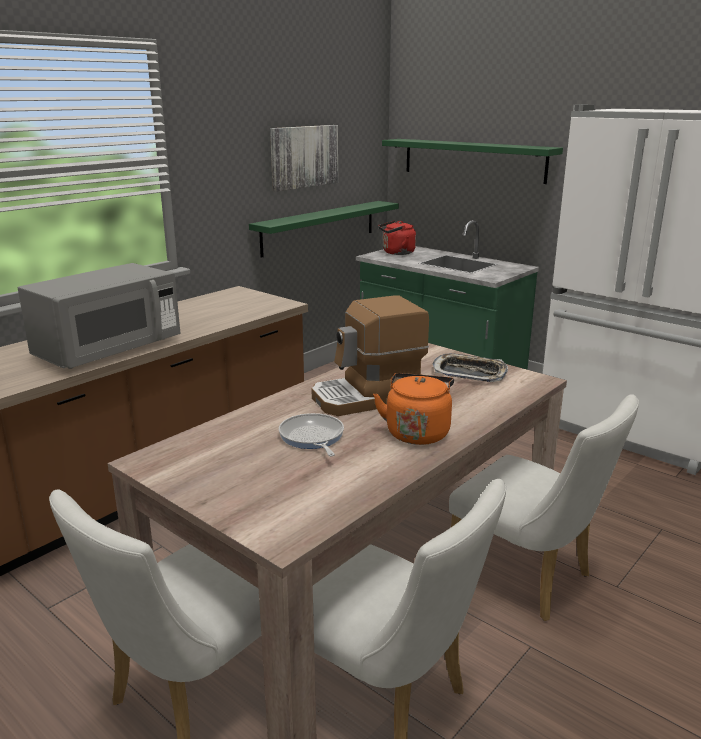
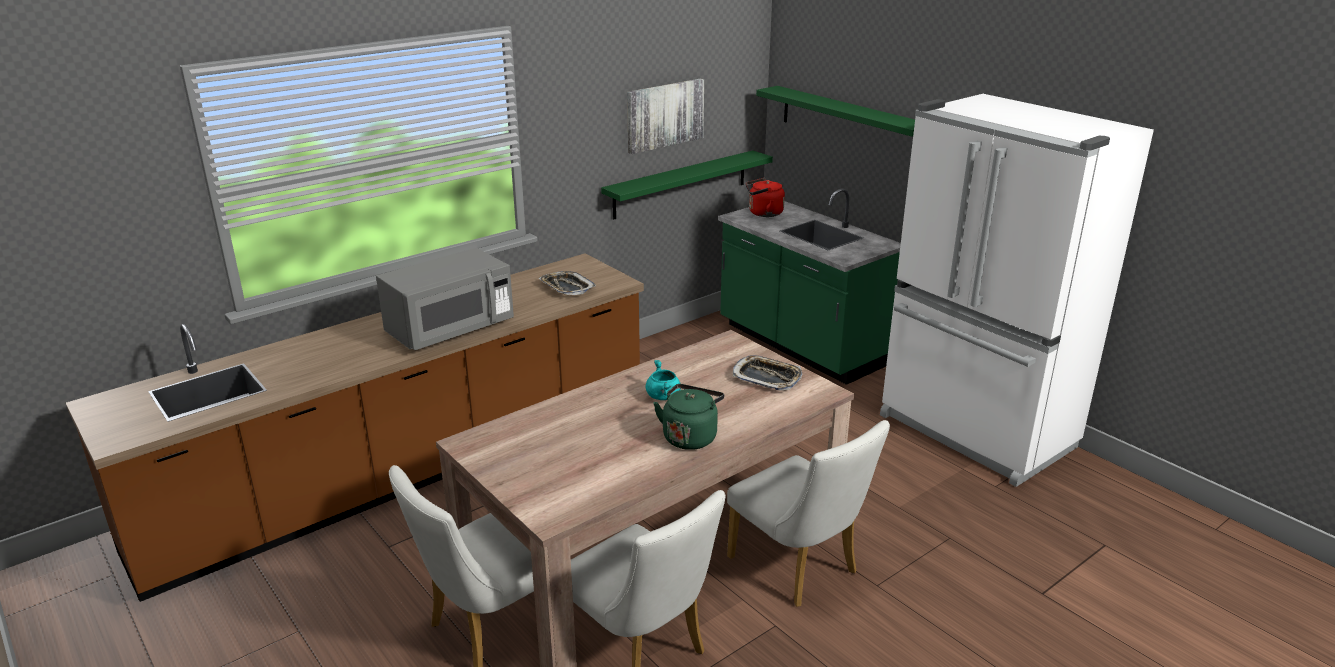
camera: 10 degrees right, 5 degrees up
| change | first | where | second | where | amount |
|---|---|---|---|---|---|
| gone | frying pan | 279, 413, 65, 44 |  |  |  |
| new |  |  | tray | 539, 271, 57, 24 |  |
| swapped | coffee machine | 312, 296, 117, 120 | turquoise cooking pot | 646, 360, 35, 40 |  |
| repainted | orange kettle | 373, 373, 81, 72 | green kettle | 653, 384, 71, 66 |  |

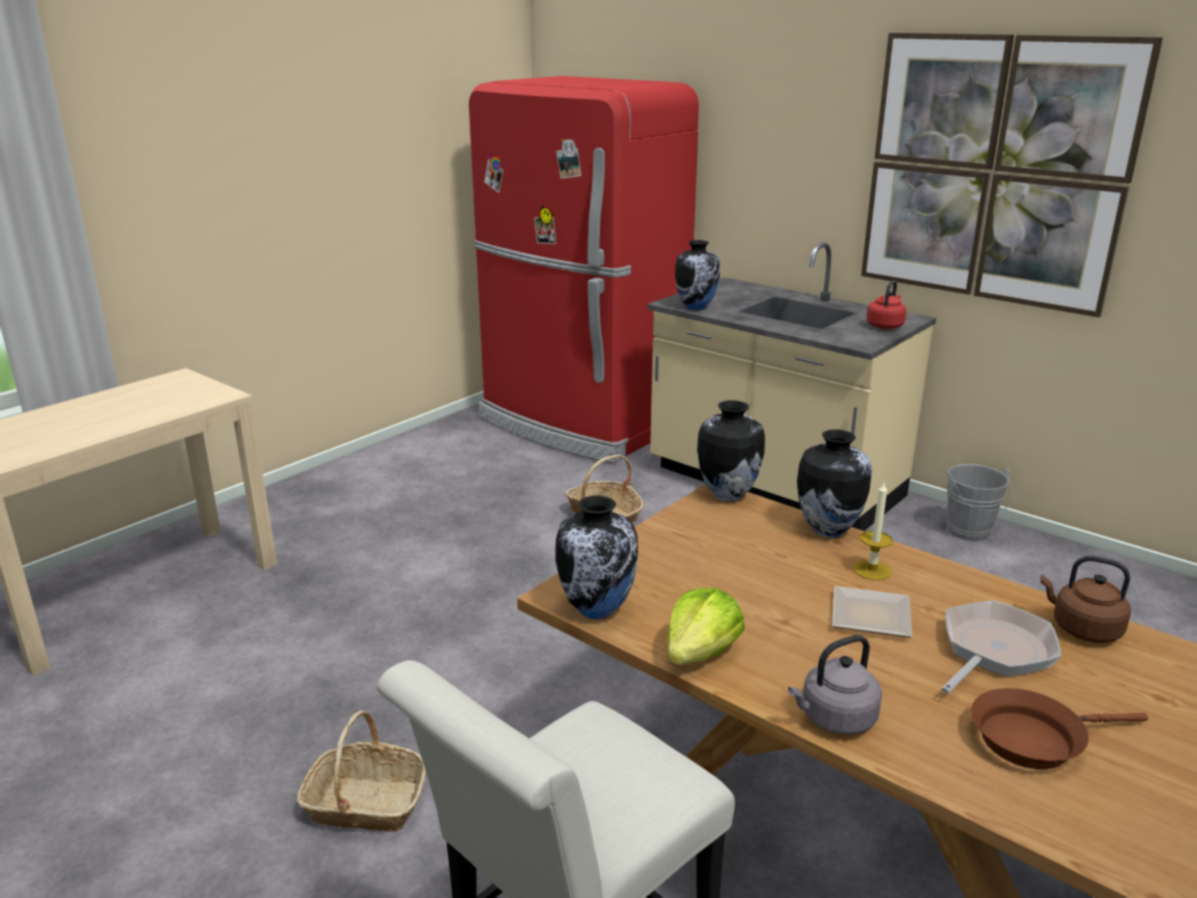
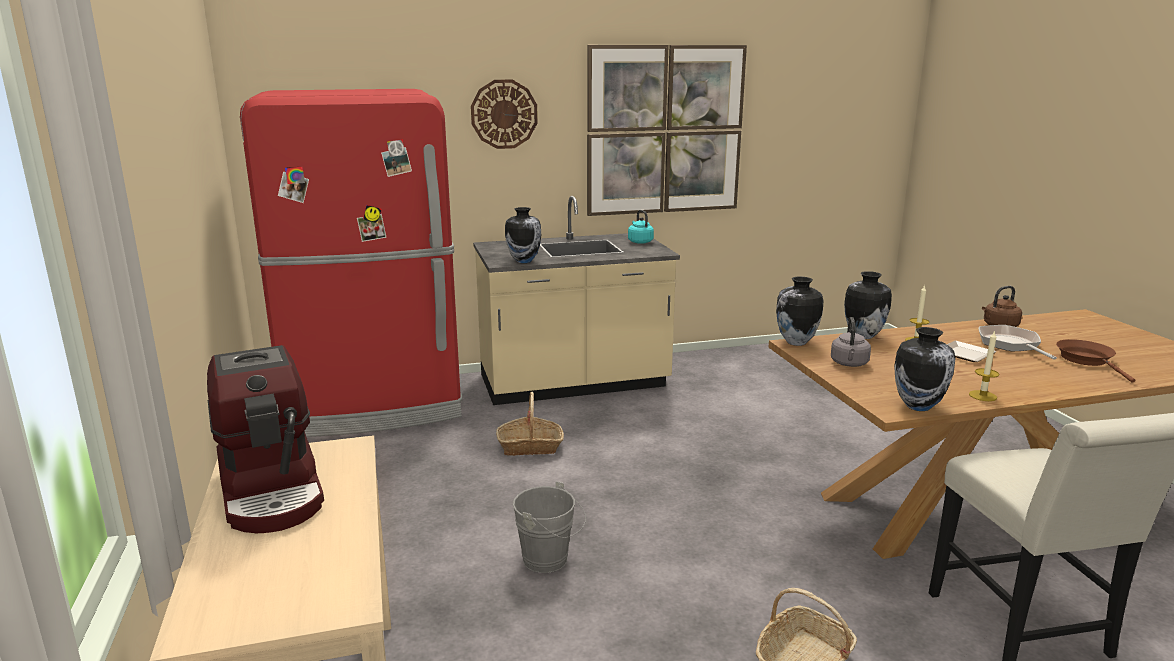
camera: 55 degrees left, 5 degrees down
| change | first | where | second | where | amount |
|---|---|---|---|---|---|
| new |  |  | coffee machine | 207, 345, 117, 188 |  |
| new |  |  | wall clock | 471, 80, 67, 69 |  |
| shifted | grey kettle | 788, 635, 94, 100 |  | 831, 317, 40, 50 |  |
| shifted | grey bucket | 947, 464, 67, 78 |  | 513, 481, 73, 92 |  |
| swapped | lettuce | 666, 588, 79, 77 | candle | 969, 330, 30, 71 |  |
| repainted | red kettle | 866, 280, 41, 49 | turquoise kettle | 628, 210, 26, 34 |  |
| rotated | brown frying pan | 971, 688, 177, 81 |  | 1056, 339, 79, 44 | 150 degrees clockwise |

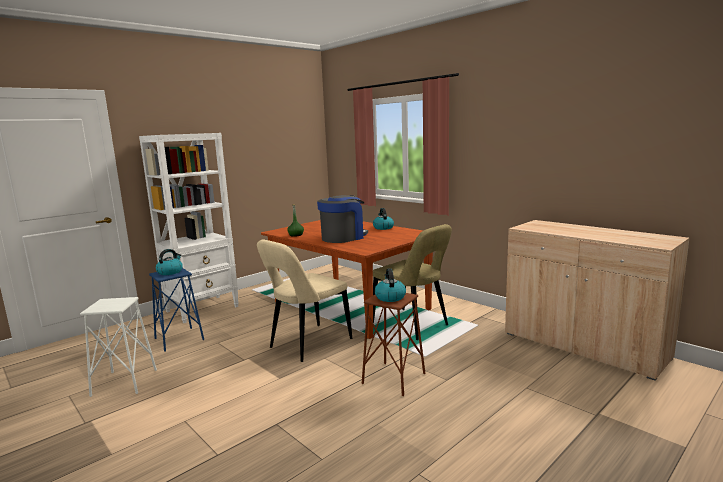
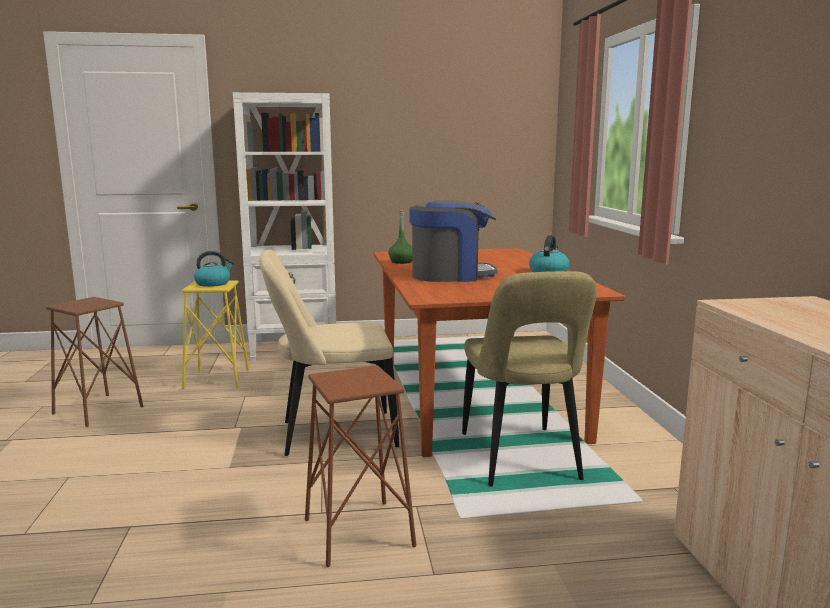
camera: 35 degrees right, 0 degrees up
| change | first | where | second | where | amount |
|---|---|---|---|---|---|
| gone | kettle | 375, 268, 31, 34 |  |  |  |
| repainted | white stool | 80, 297, 77, 100 | brown stool | 46, 297, 97, 130 |  |
| repainted | blue stool | 149, 268, 55, 84 | yellow stool | 182, 281, 67, 108 |  |

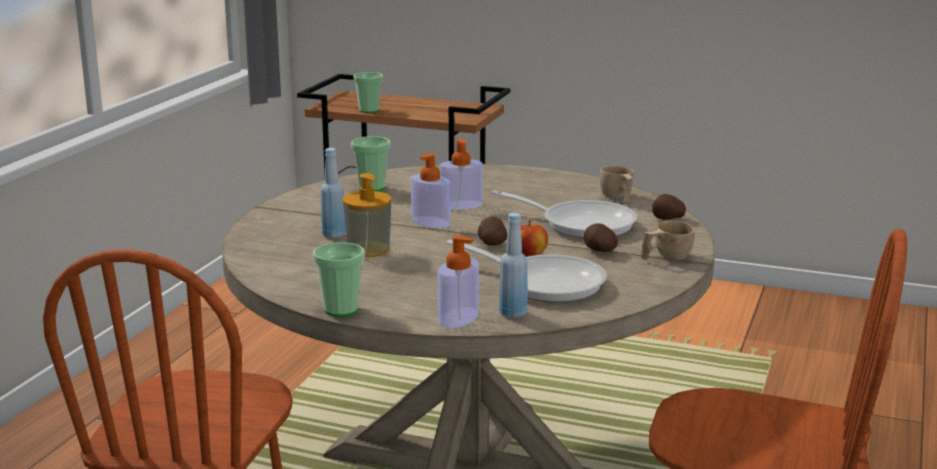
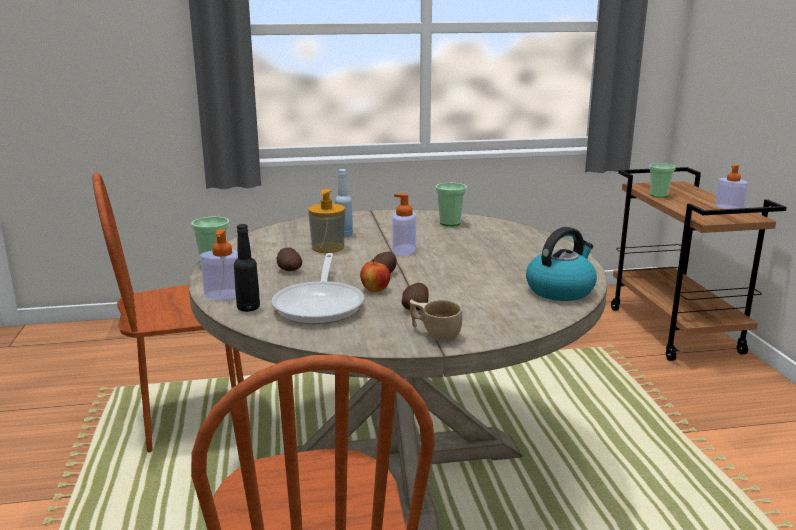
camera: 60 degrees right, 0 degrees up
| change | first | where | second | where | amount |
|---|---|---|---|---|---|
| gone | frying pan | 490, 190, 147, 49 |  |  |  |
| shifted | soap dispenser | 439, 139, 44, 71 |  | 715, 164, 33, 45 |  |
| shifted | potato | 652, 194, 34, 26 |  | 277, 247, 25, 24 |  |
| swapped | beige cup | 600, 166, 34, 37 | kettle | 526, 227, 71, 74 |  |
| repainted | blue bottle | 499, 213, 29, 105 | black bottle | 234, 224, 26, 88 |  |

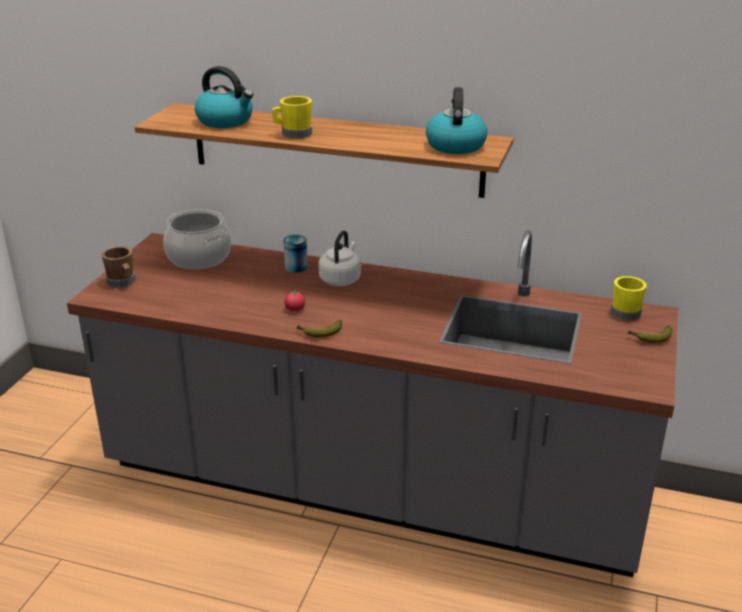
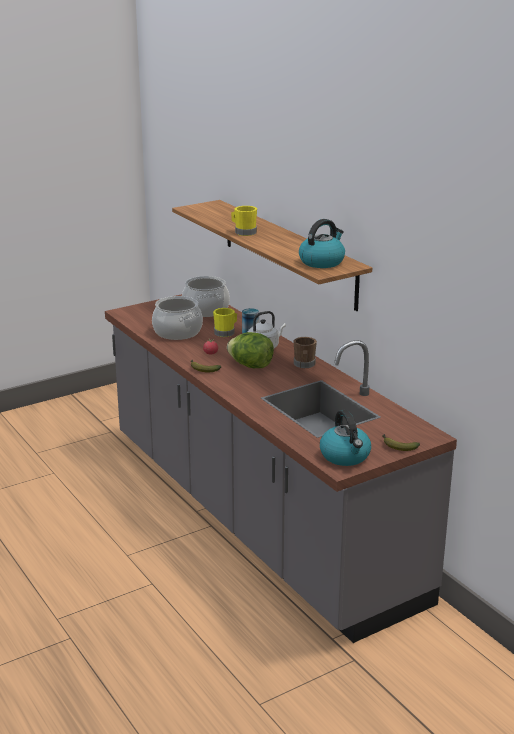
camera: 40 degrees right, 5 degrees down
| change | first | where | second | where | amount |
|---|---|---|---|---|---|
| new |  |  | cooking pot | 152, 296, 51, 44 |  |
| new |  |  | lettuce | 227, 332, 47, 36 |  |
| shifted | brown mug | 101, 246, 34, 42 |  | 294, 337, 23, 31 |  |
| shifted | kettle | 195, 66, 58, 62 |  | 320, 410, 51, 56 |  |
| shifted | yellow mug | 611, 276, 36, 45 |  | 213, 308, 24, 29 |  |

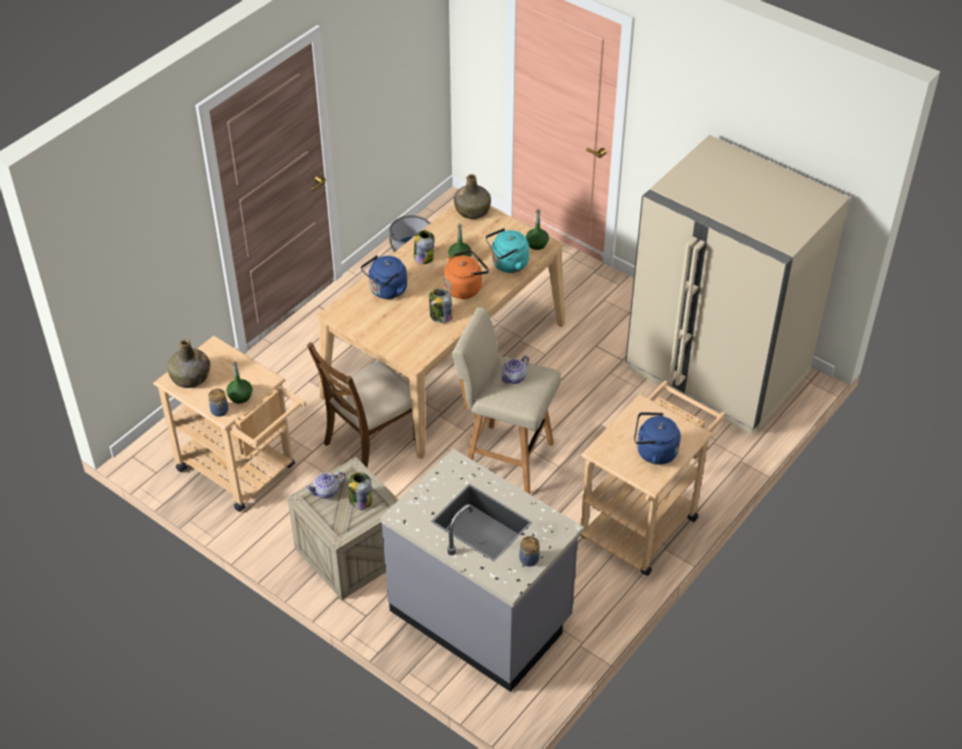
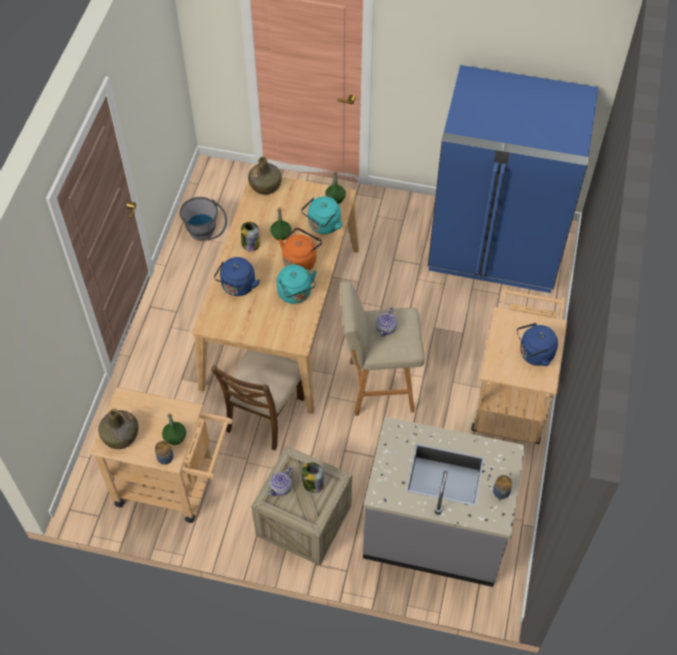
camera: 25 degrees left, 10 degrees up
| change | first | where | second | where | amount |
|---|---|---|---|---|---|
| swapped | jar | 429, 289, 23, 34 | turquoise kettle | 277, 265, 40, 39 |  |
| repainted | beige fridge | 626, 135, 224, 300 | blue fridge | 428, 65, 171, 228 |  |

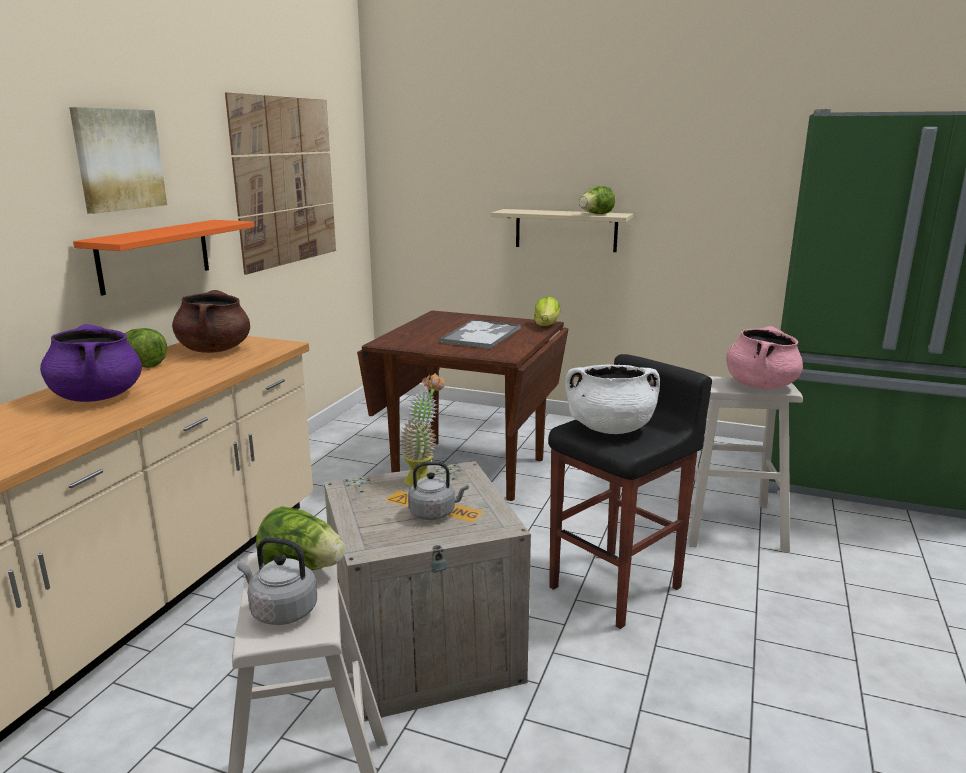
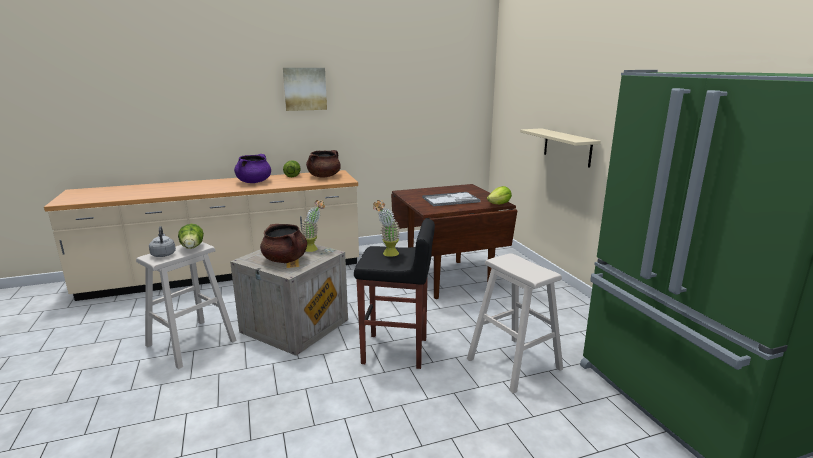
camera: 50 degrees right, 0 degrees up
| change | first | where | second | where | amount |
|---|---|---|---|---|---|
| gone | orange shelf | 73, 220, 181, 76 |  |  |  |
| gone | picture | 225, 92, 111, 183 |  |  |  |
| gone | lettuce | 579, 186, 36, 28 |  |  |  |
| gone | pink cooking pot | 726, 326, 77, 63 |  |  |  |
| swapped | grey kettle | 408, 461, 61, 59 | brown cooking pot | 260, 224, 47, 39 |  |
| swapped | white cooking pot | 565, 364, 95, 70 | potted plant | 373, 200, 27, 57 |  |

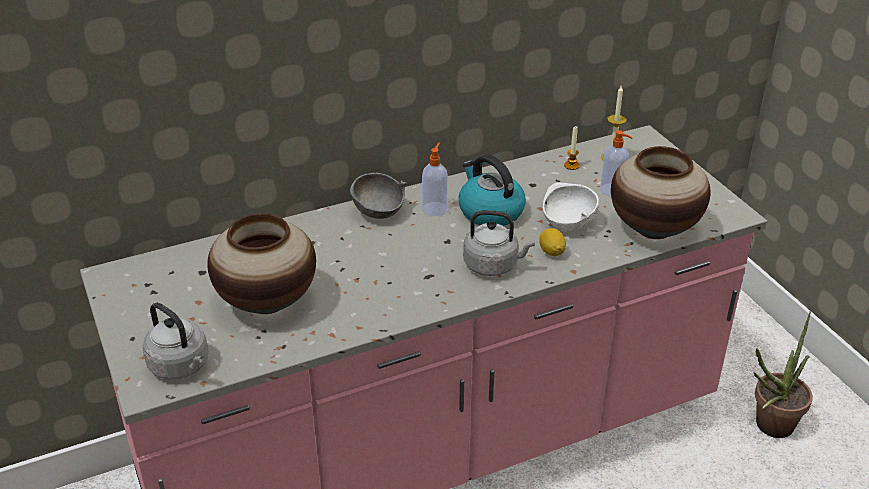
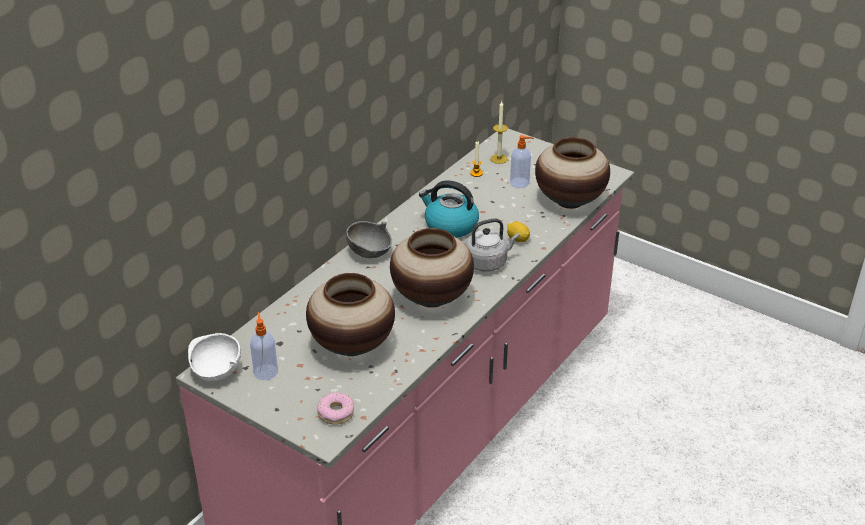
camera: 30 degrees left, 0 degrees up
| change | first | where | second | where | amount |
|---|---|---|---|---|---|
| gone | potted plant | 753, 311, 60, 127 |  |  |  |
| new |  |  | vase | 390, 228, 84, 80 |  |
| shifted | soap dispenser | 422, 143, 26, 73 |  | 250, 312, 28, 68 |  |
| shifted | white bowl | 543, 183, 56, 48 |  | 188, 333, 53, 48 |  |
| swapped | grey kettle | 143, 303, 65, 76 | donut | 317, 392, 37, 33 |  |

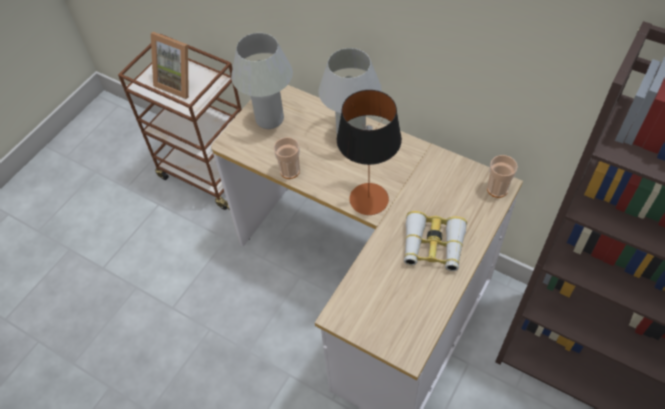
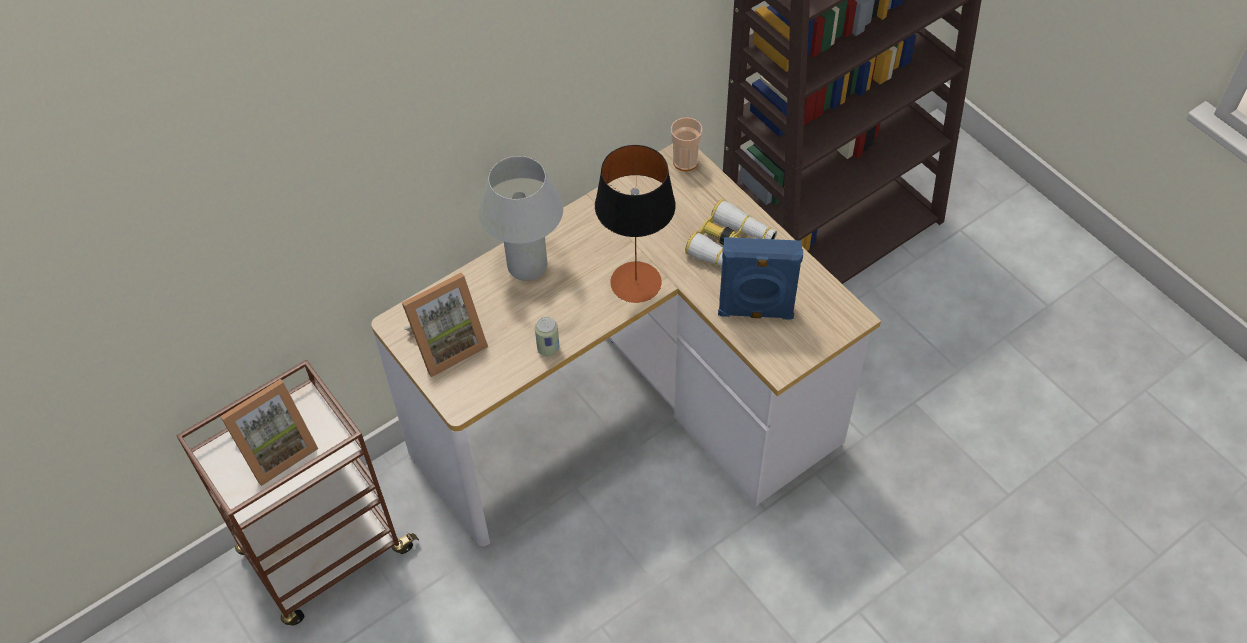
camera: 70 degrees left, 0 degrees up
| change | first | where | second | where | amount |
|---|---|---|---|---|---|
| new |  |  | blue speaker | 718, 237, 85, 83 |  |
| swapped | white table lamp | 231, 33, 62, 96 | picture frame | 402, 273, 86, 104 |  |
| swapped | cup | 274, 137, 26, 42 | can | 535, 317, 25, 39 |  |

